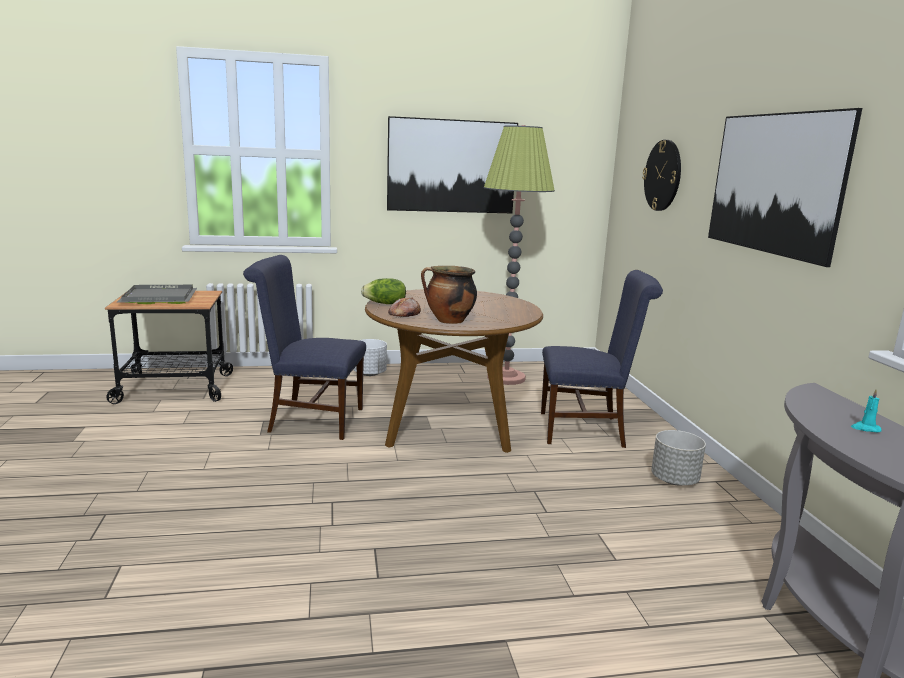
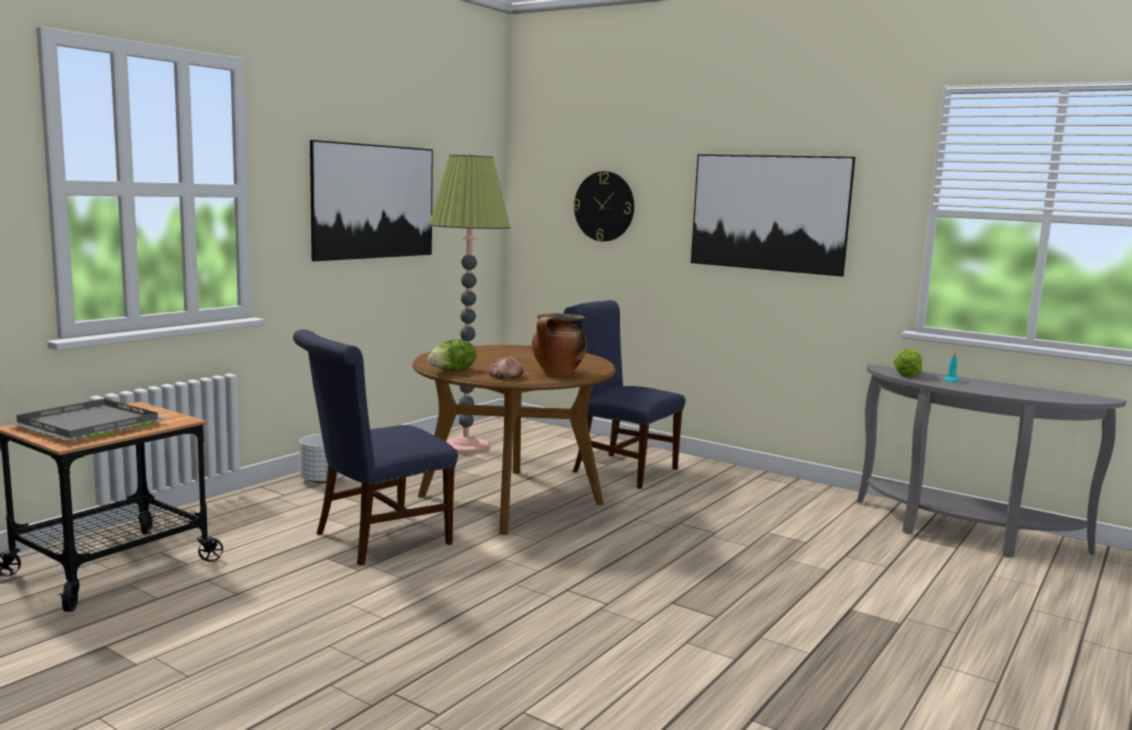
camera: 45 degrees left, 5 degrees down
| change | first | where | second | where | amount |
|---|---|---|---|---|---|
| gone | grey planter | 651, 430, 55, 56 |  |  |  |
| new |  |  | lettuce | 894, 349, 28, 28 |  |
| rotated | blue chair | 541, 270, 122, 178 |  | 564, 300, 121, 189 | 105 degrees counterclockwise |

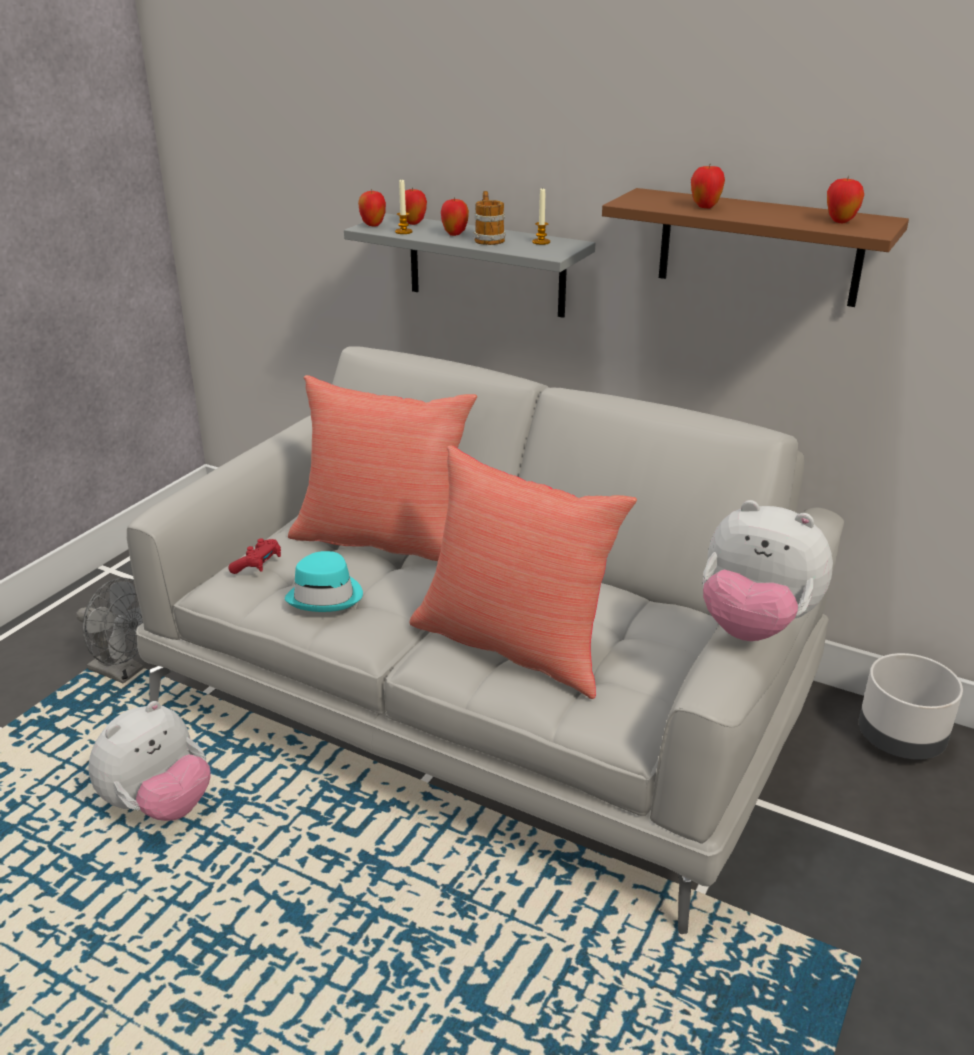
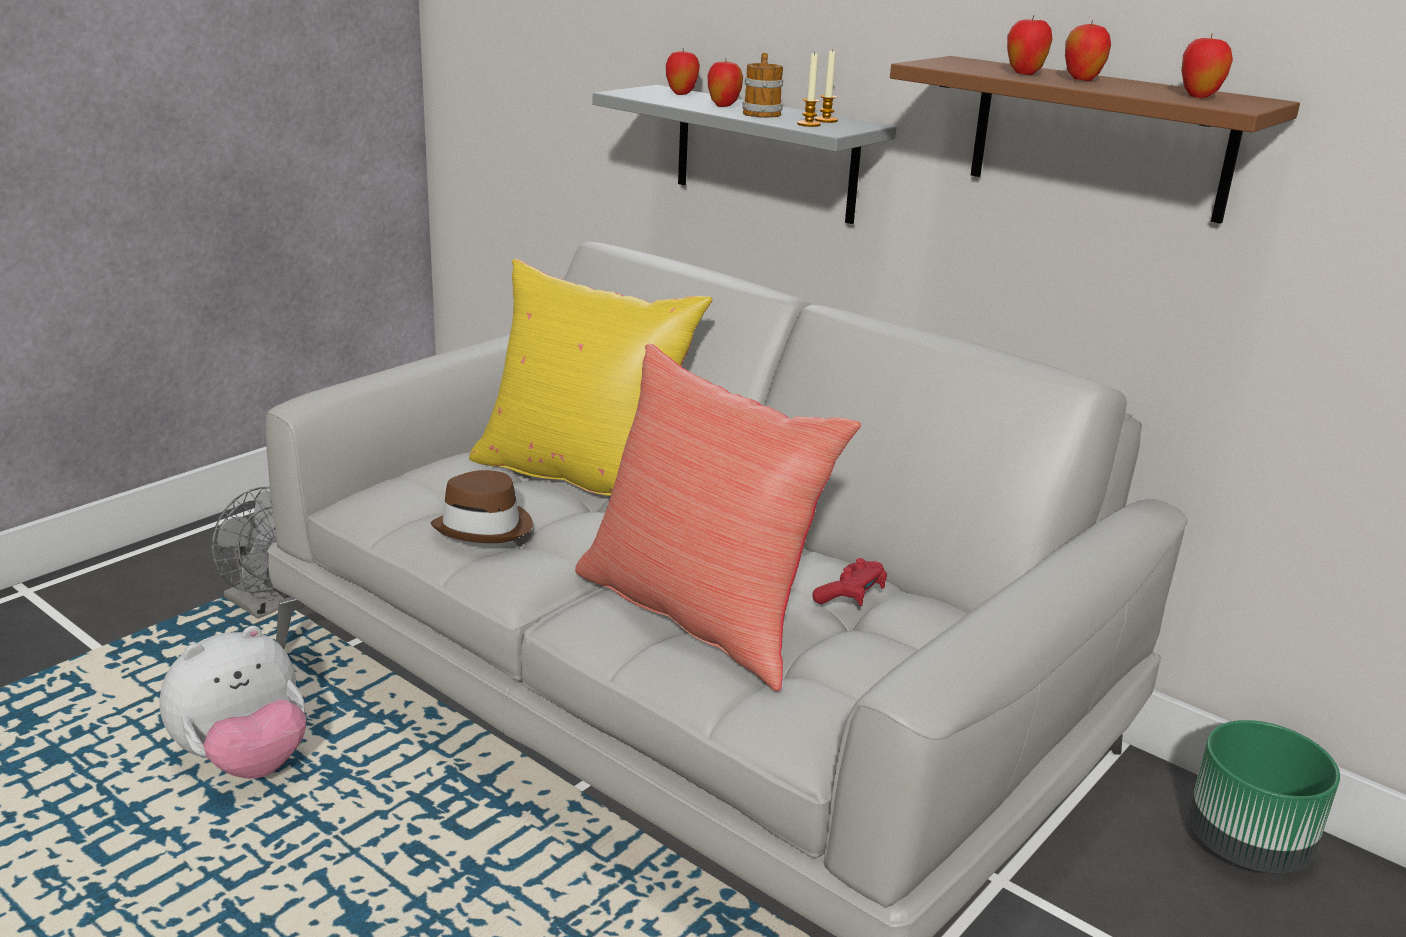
camera: 10 degrees right, 5 degrees down
| change | first | where | second | where | amount |
|---|---|---|---|---|---|
| gone | plush toy | 703, 500, 130, 141 |  |  |  |
| shifted | red game controller | 229, 538, 52, 36 |  | 812, 558, 75, 48 |  |
| shifted | apple | 358, 189, 28, 38 |  | 1065, 20, 46, 61 |  |
| shifted | candle | 395, 180, 18, 54 |  | 797, 53, 24, 74 |  |
| repainted | turquoise hat | 285, 551, 78, 61 | brown hat | 431, 470, 102, 73 |  |
| repainted | red pillow | 288, 375, 189, 186 | yellow pillow | 469, 259, 243, 237 |  |
| repainted | grey planter | 859, 653, 104, 107 | green planter | 1188, 720, 152, 153 |  |

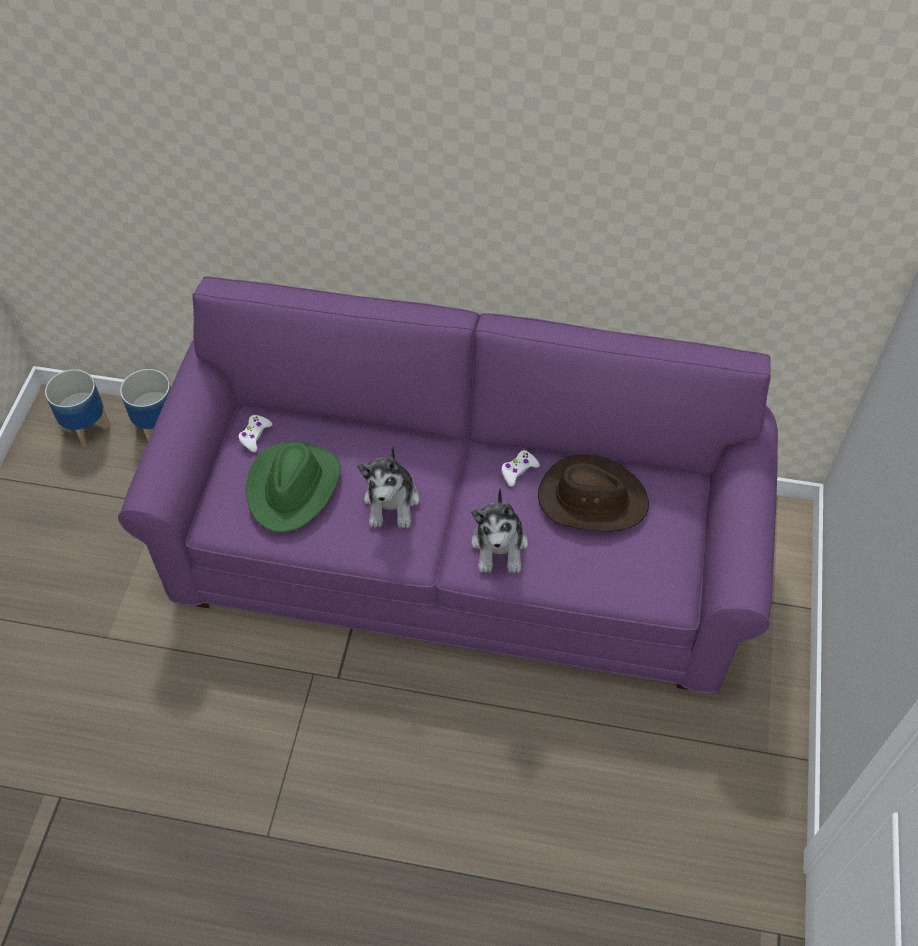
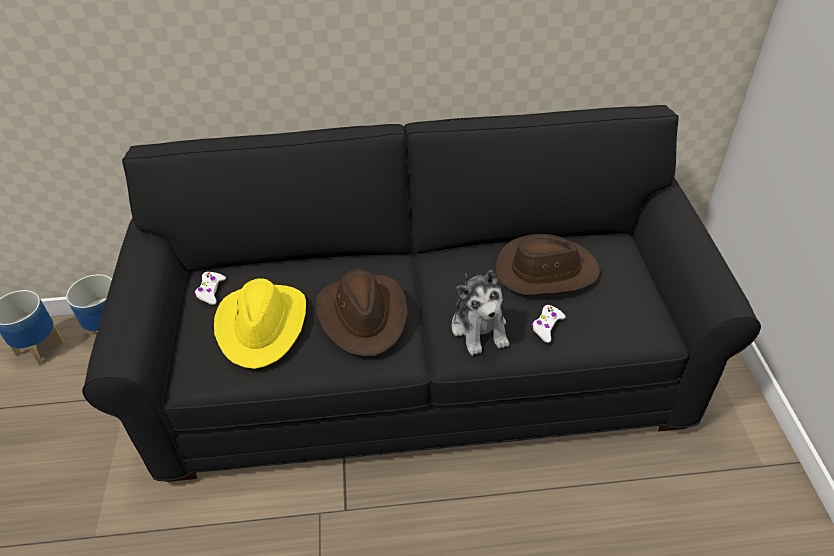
camera: 15 degrees left, 10 degrees down
| change | first | where | second | where | amount |
|---|---|---|---|---|---|
| shifted | white game controller | 501, 450, 39, 37 |  | 531, 305, 35, 38 |  |
| swapped | plush toy | 357, 445, 62, 83 | brown hat | 316, 269, 92, 88 |  |
| repainted | purple sofa | 118, 276, 660, 417 | black sofa | 82, 105, 679, 377 |  |
| repainted | green hat | 246, 442, 95, 90 | yellow hat | 214, 278, 92, 91 |  |

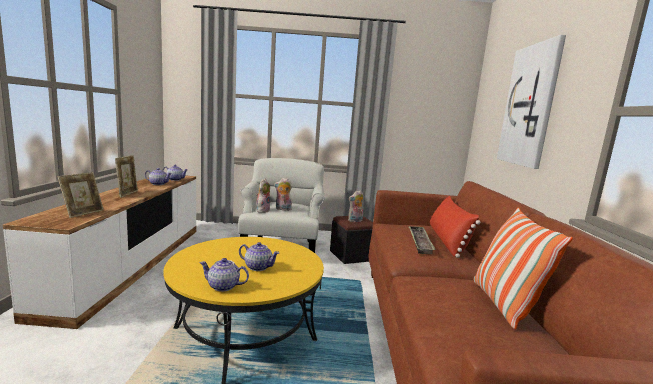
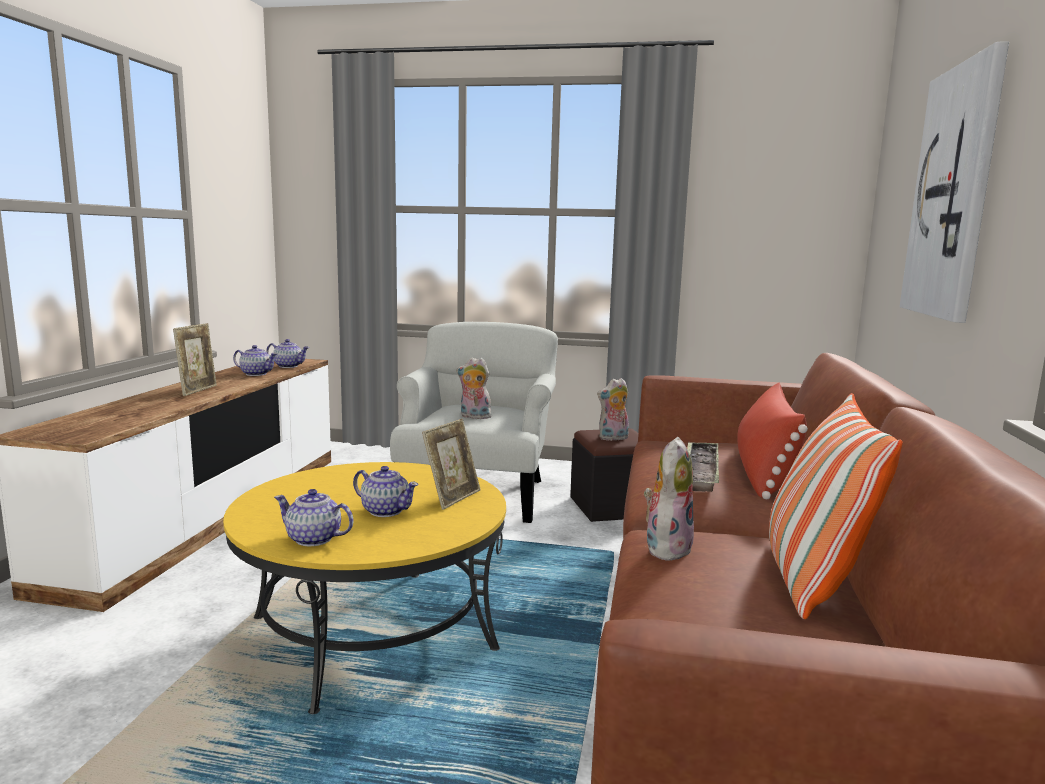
camera: 10 degrees right, 0 degrees up
| change | first | where | second | where | amount |
|---|---|---|---|---|---|
| shifted | picture frame | 58, 172, 46, 46 |  | 422, 419, 59, 91 |  |
| shifted | plush toy | 256, 179, 14, 34 |  | 644, 437, 50, 124 |  |

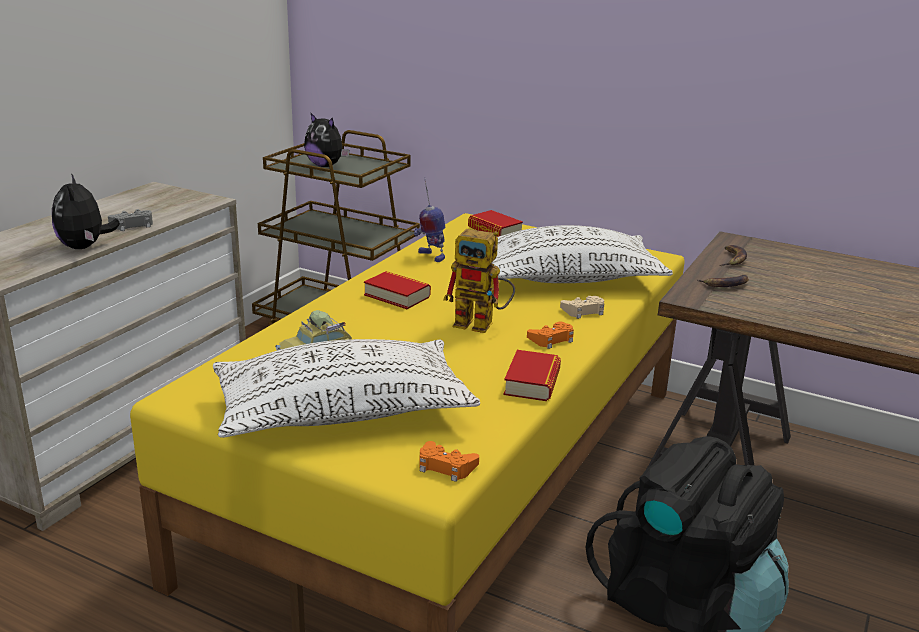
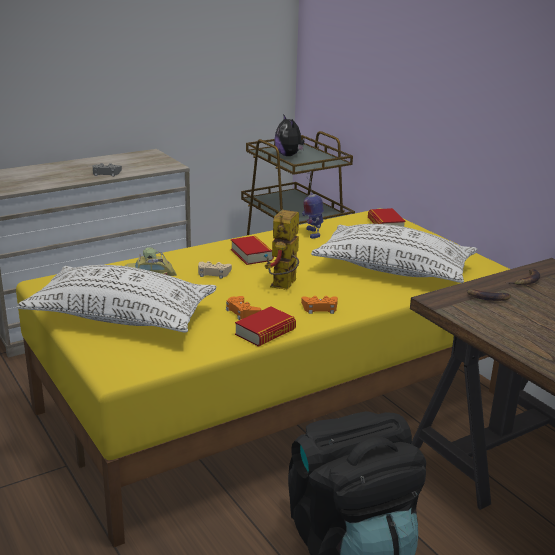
camera: 30 degrees right, 0 degrees up
| change | first | where | second | where | amount |
|---|---|---|---|---|---|
| gone | plush toy | 52, 173, 68, 76 |  |  |  |
| shifted | orange game controller | 419, 441, 60, 41 |  | 226, 296, 35, 24 |  |
| shifted | beige game controller | 560, 296, 44, 23 |  | 198, 261, 34, 18 |  |
| rotated | toy robot | 443, 229, 72, 104 |  | 264, 210, 35, 80 | 60 degrees clockwise |

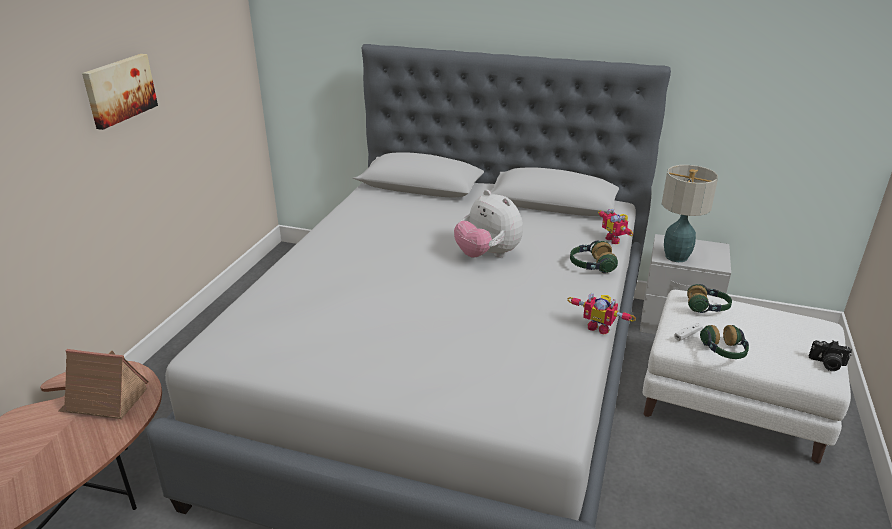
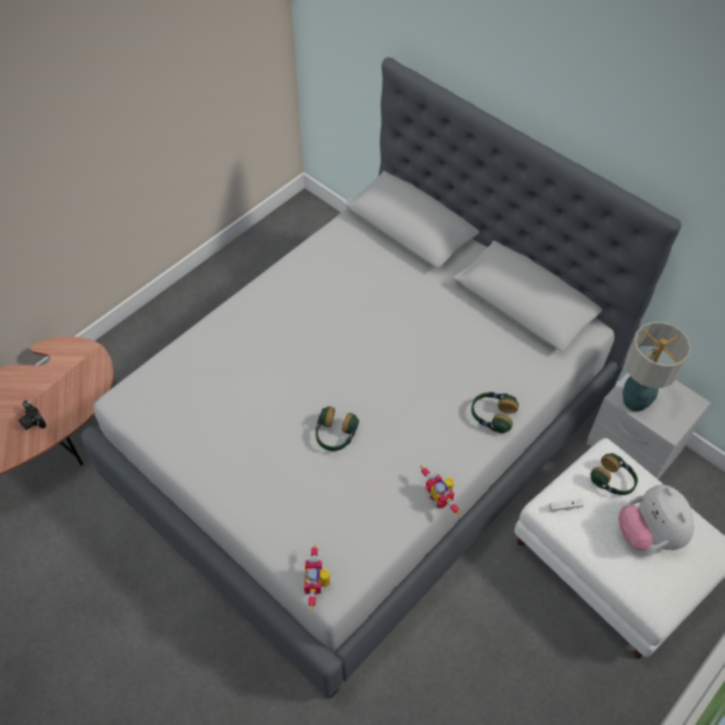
camera: 25 degrees right, 25 degrees up
| change | first | where | second | where | amount |
|---|---|---|---|---|---|
| gone | toy house | 59, 349, 90, 70 |  |  |  |
| gone | picture | 82, 54, 76, 76 |  |  |  |
| shifted | plush toy | 454, 190, 69, 68 |  | 618, 485, 76, 65 |  |
| shifted | toy robot | 598, 208, 35, 36 |  | 304, 543, 26, 68 |  |
| shifted | headphones | 700, 325, 49, 34 |  | 316, 406, 43, 45 |  |
| shifted | photo camera | 809, 340, 43, 31 |  | 19, 400, 27, 30 |  |

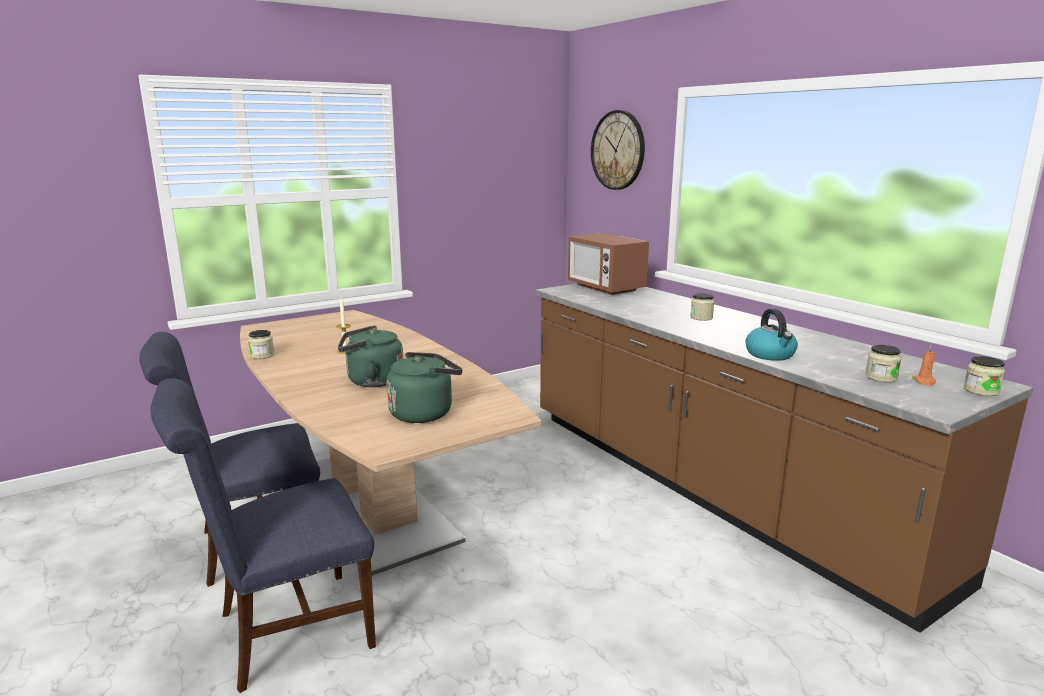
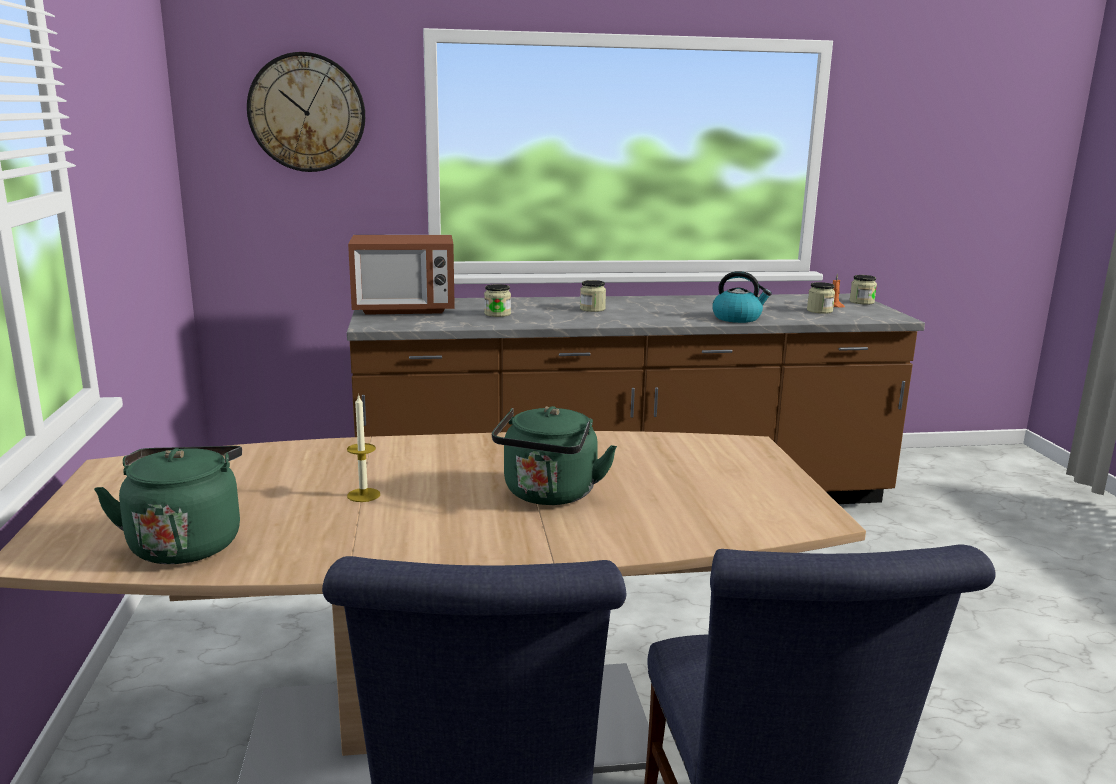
camera: 65 degrees left, 0 degrees up
| change | first | where | second | where | amount |
|---|---|---|---|---|---|
| shifted | jar | 248, 330, 26, 29 |  | 484, 284, 27, 33 |  |
| shifted | green kettle | 386, 352, 77, 71 |  | 94, 446, 148, 118 |  |

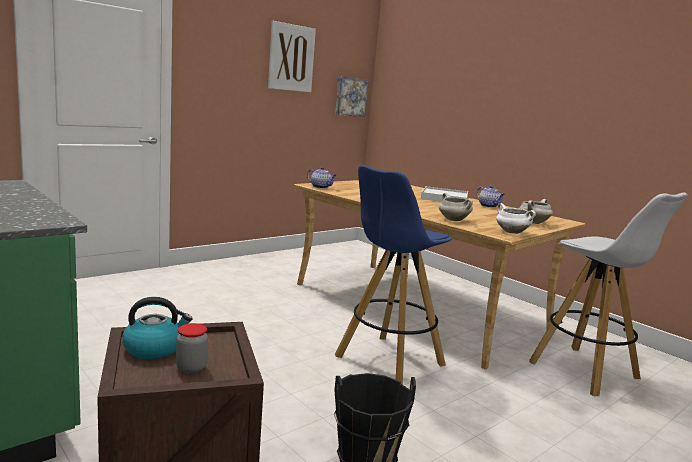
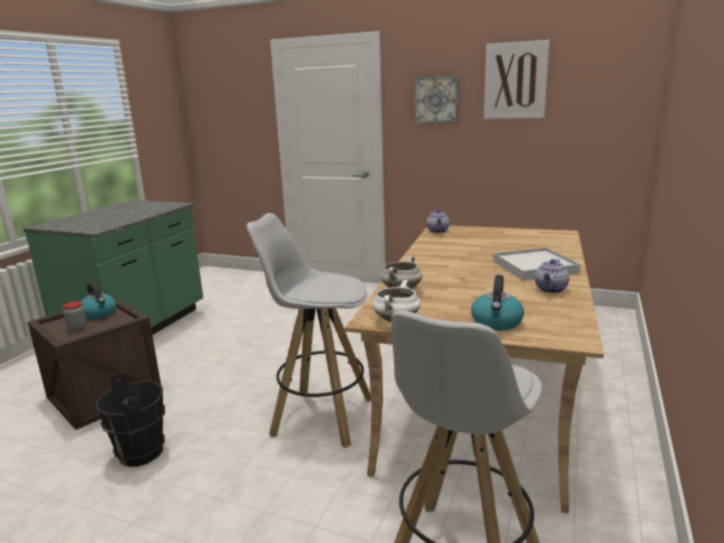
camera: 65 degrees right, 5 degrees up
| change | first | where | second | where | amount |
|---|---|---|---|---|---|
| shifted | picture | 335, 77, 34, 40 |  | 414, 76, 45, 48 |  |
| swapped | white cooking pot | 519, 199, 34, 25 | kettle | 471, 275, 53, 56 |  |
| repainted | blue stool | 335, 165, 117, 220 | white stool | 246, 213, 125, 235 |  |

